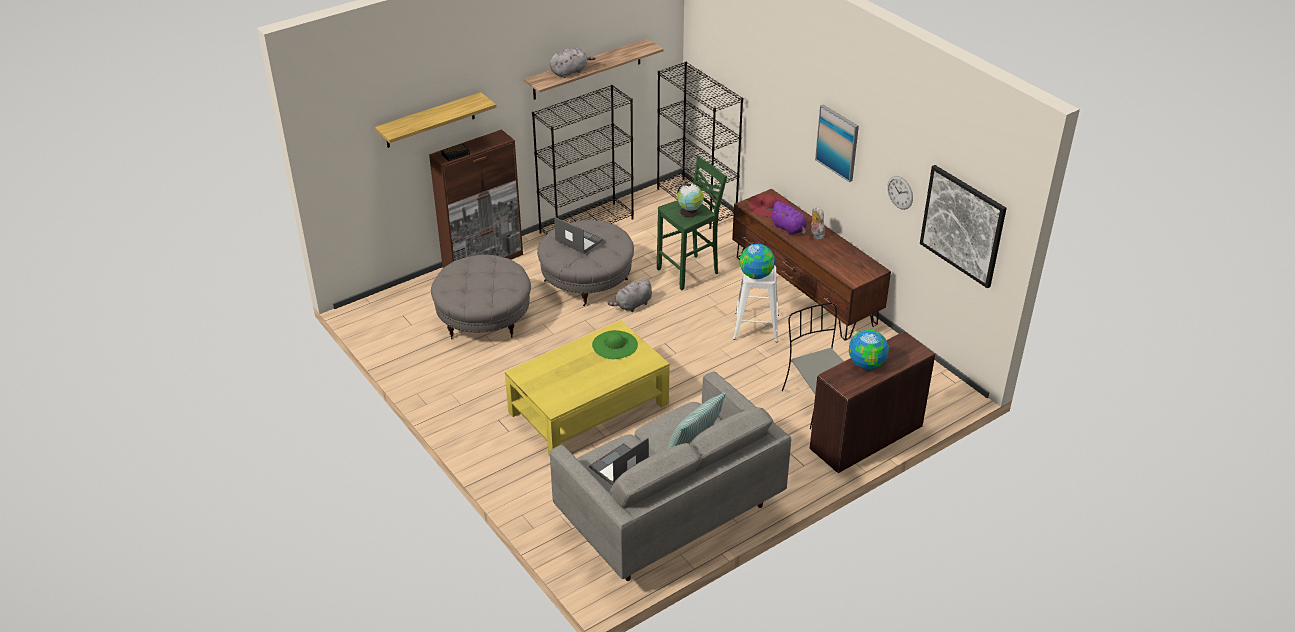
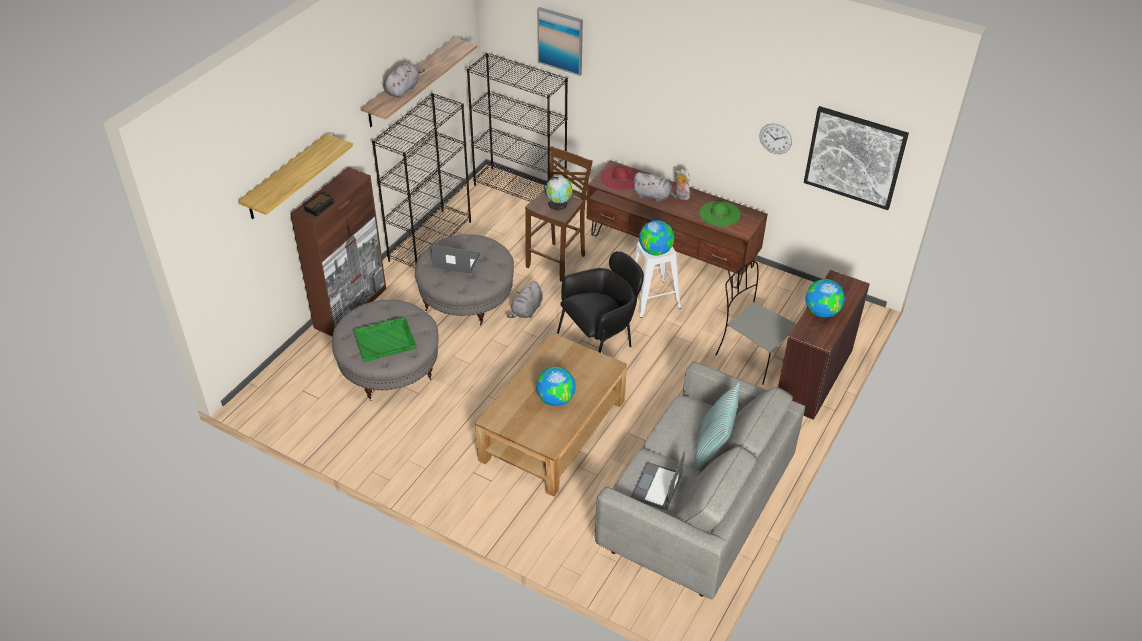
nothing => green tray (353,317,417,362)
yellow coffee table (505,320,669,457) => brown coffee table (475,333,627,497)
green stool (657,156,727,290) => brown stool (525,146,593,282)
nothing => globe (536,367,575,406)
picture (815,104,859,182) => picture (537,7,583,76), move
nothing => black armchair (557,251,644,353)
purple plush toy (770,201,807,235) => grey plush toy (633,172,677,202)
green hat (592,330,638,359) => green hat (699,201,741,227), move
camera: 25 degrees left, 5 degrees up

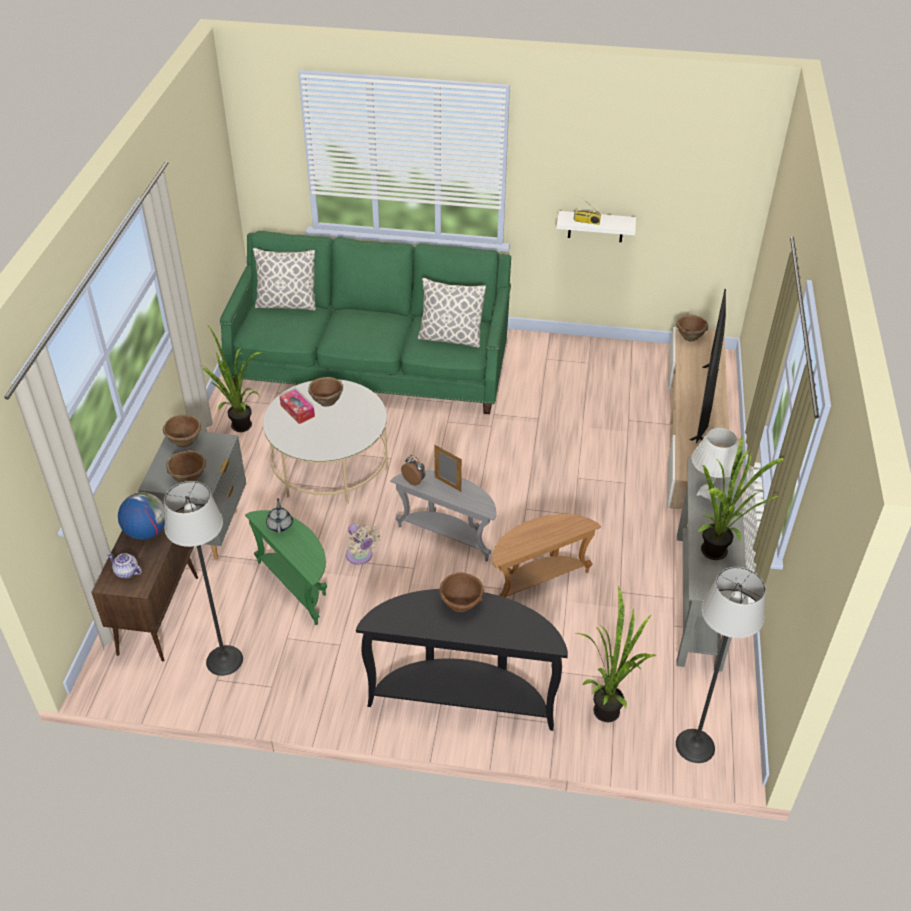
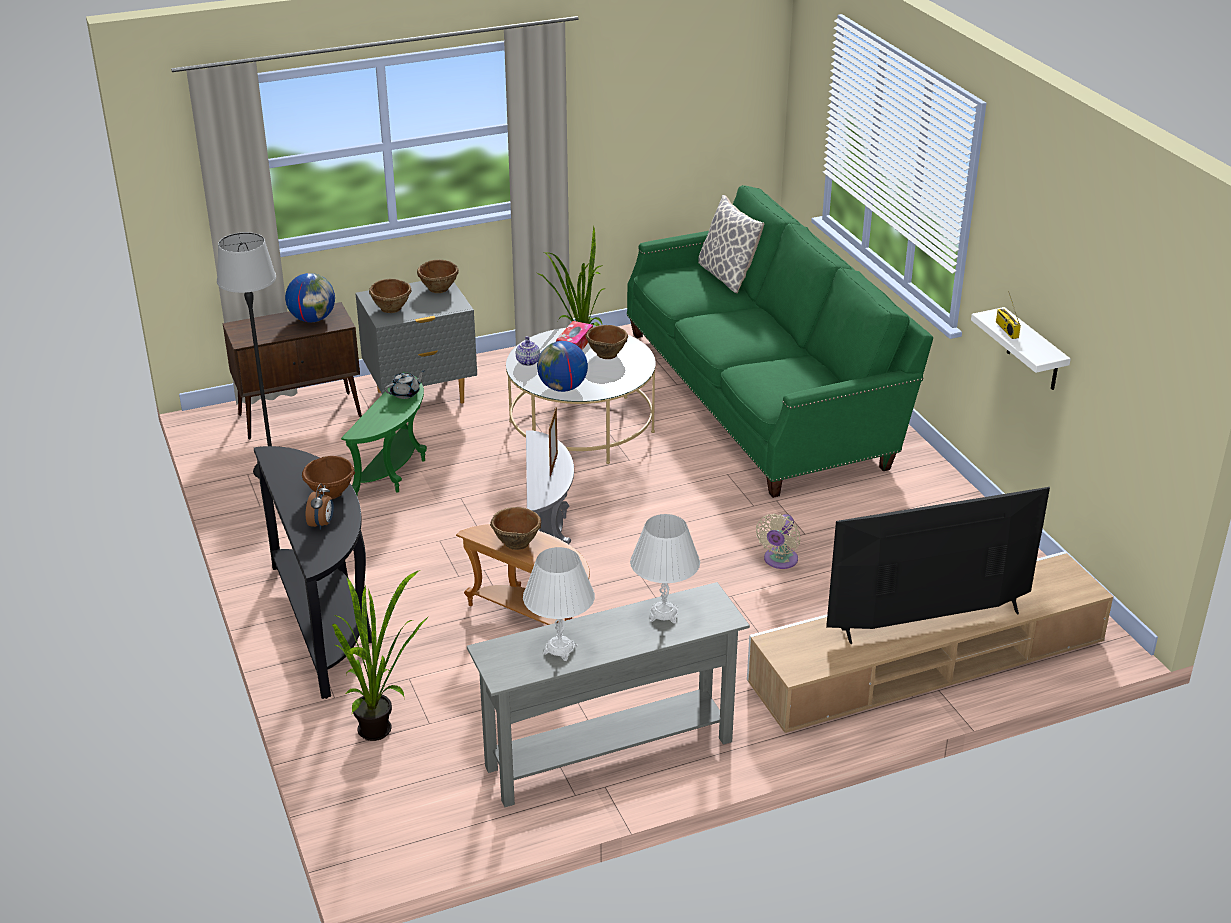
alarm clock (401,455,426,486) => alarm clock (306,483,334,530), move
brown bowl (677,315,708,341) => brown bowl (490,507,541,550), move
teapot (107,553,142,579) => teapot (516,336,540,366), move
potted plant (697,435,784,560) => white table lamp (523,547,595,661)
nothing => globe (537,341,588,392)
beige fan (346,523,380,565) => beige fan (756,514,800,569), move
pillow (417,278,486,348) => nothing
floor lamp (676,567,766,763) => nothing
camera: 60 degrees right, 10 degrees down

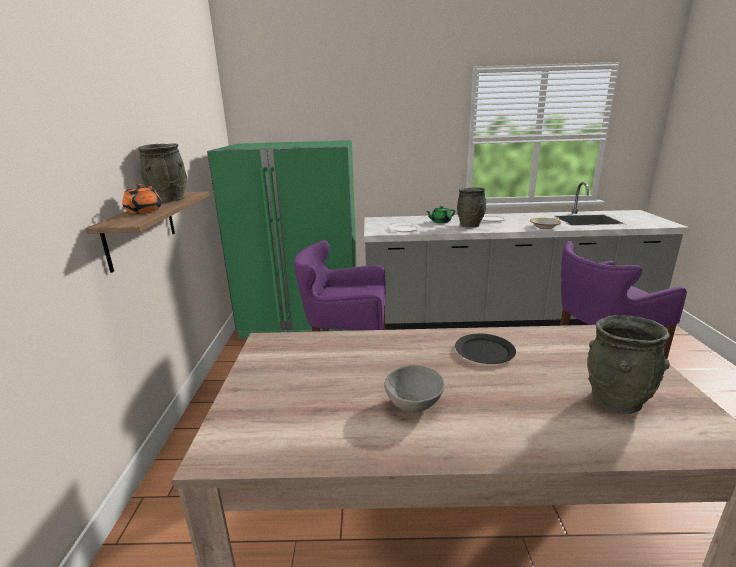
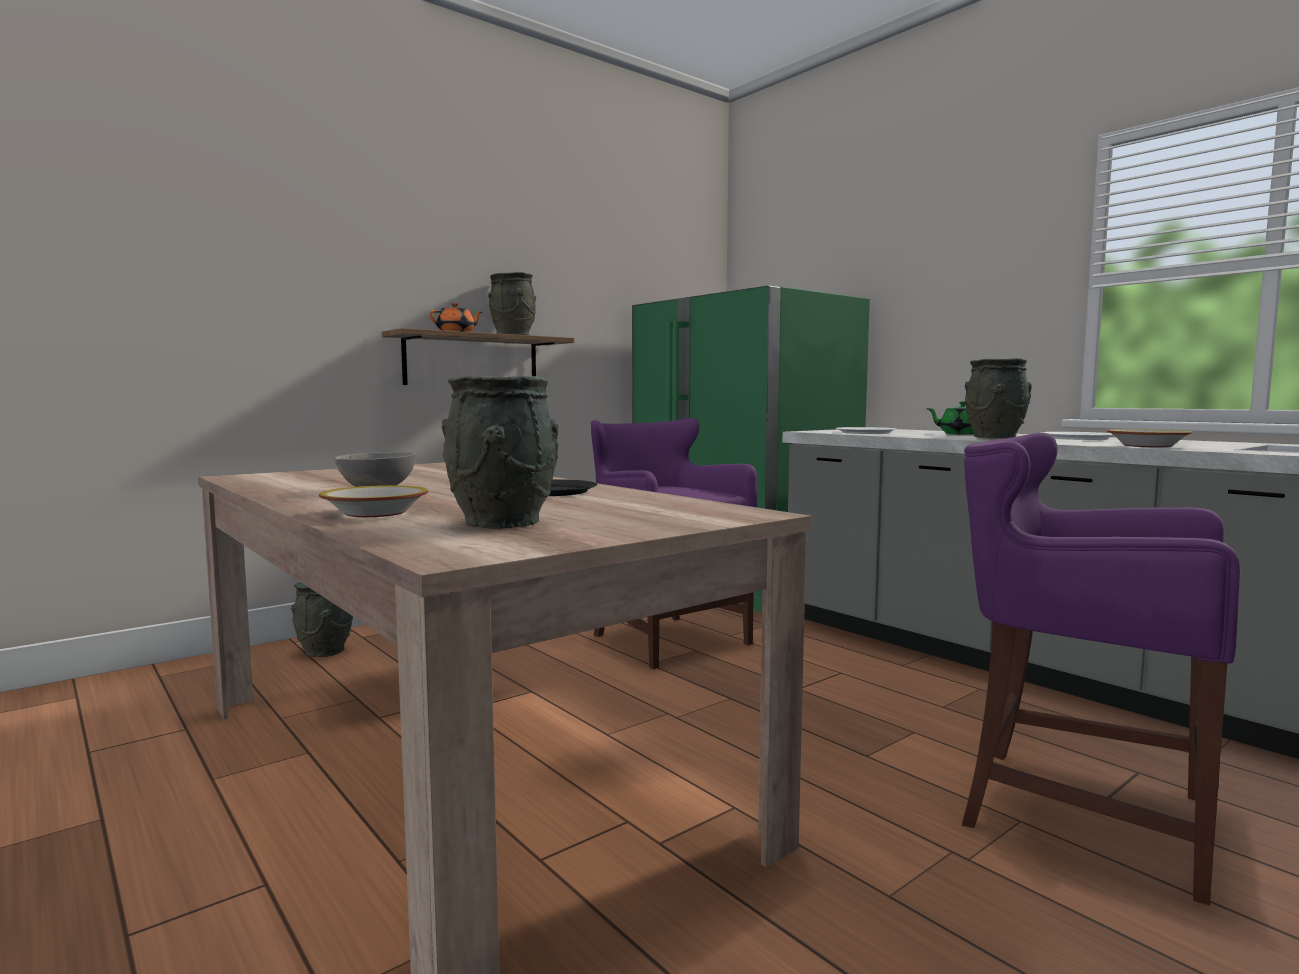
nothing => grey vase (291,582,353,657)
nothing => bowl (319,485,428,517)
camera: 50 degrees right, 15 degrees down

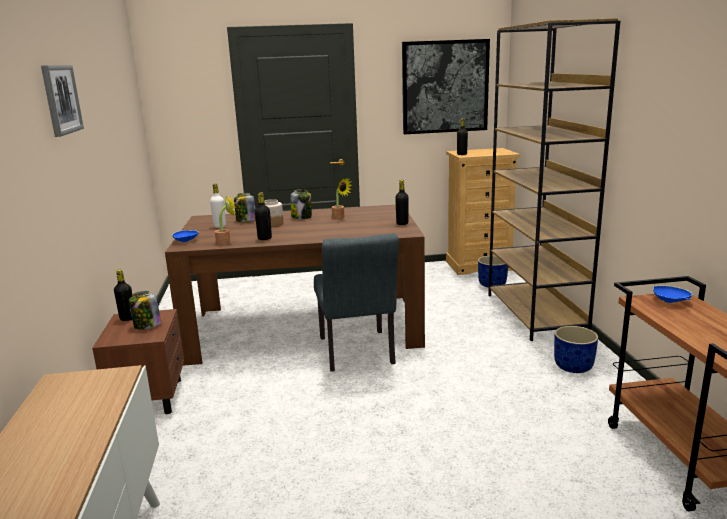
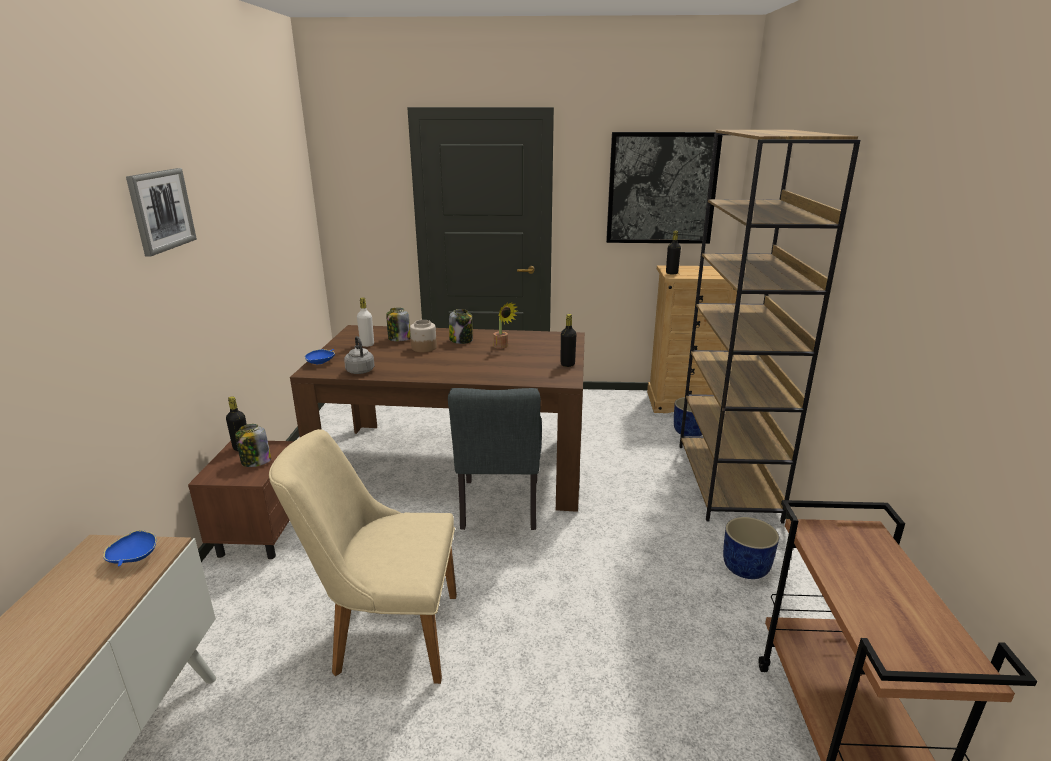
blue bowl (653,285,693,303) => blue bowl (103,530,156,566), move
nothing => beige chair (269,429,457,684)
potted plant (215,195,236,245) => grey kettle (344,336,375,374)
black bottle (255,192,272,240) => nothing
camera: 10 degrees right, 5 degrees up

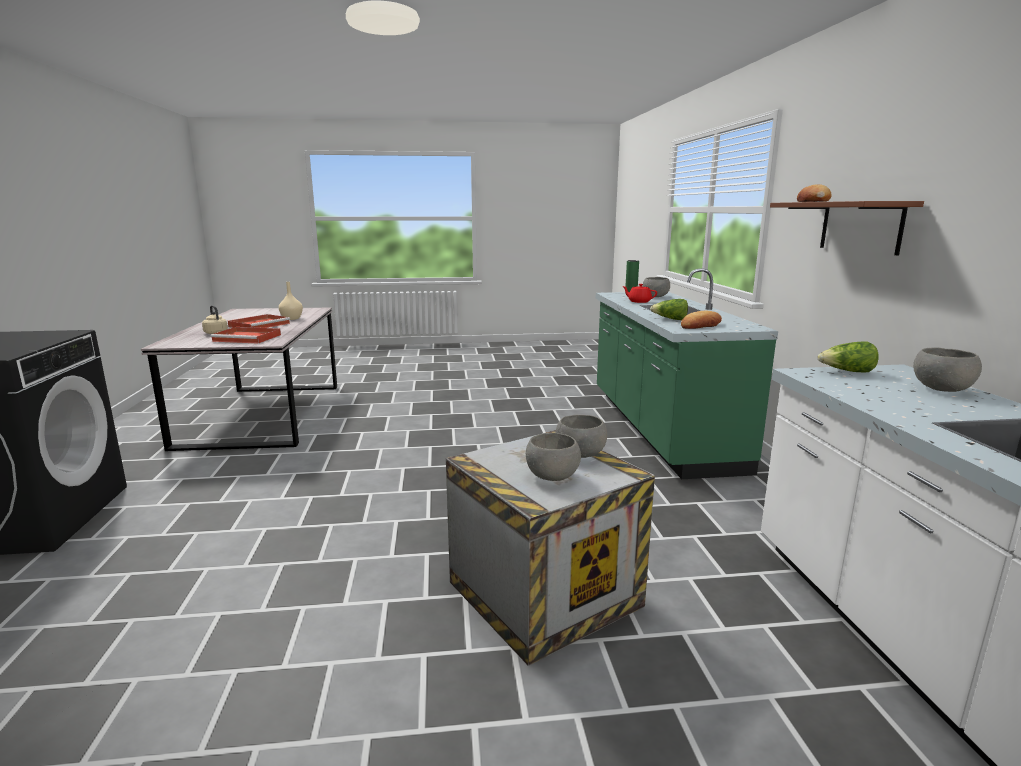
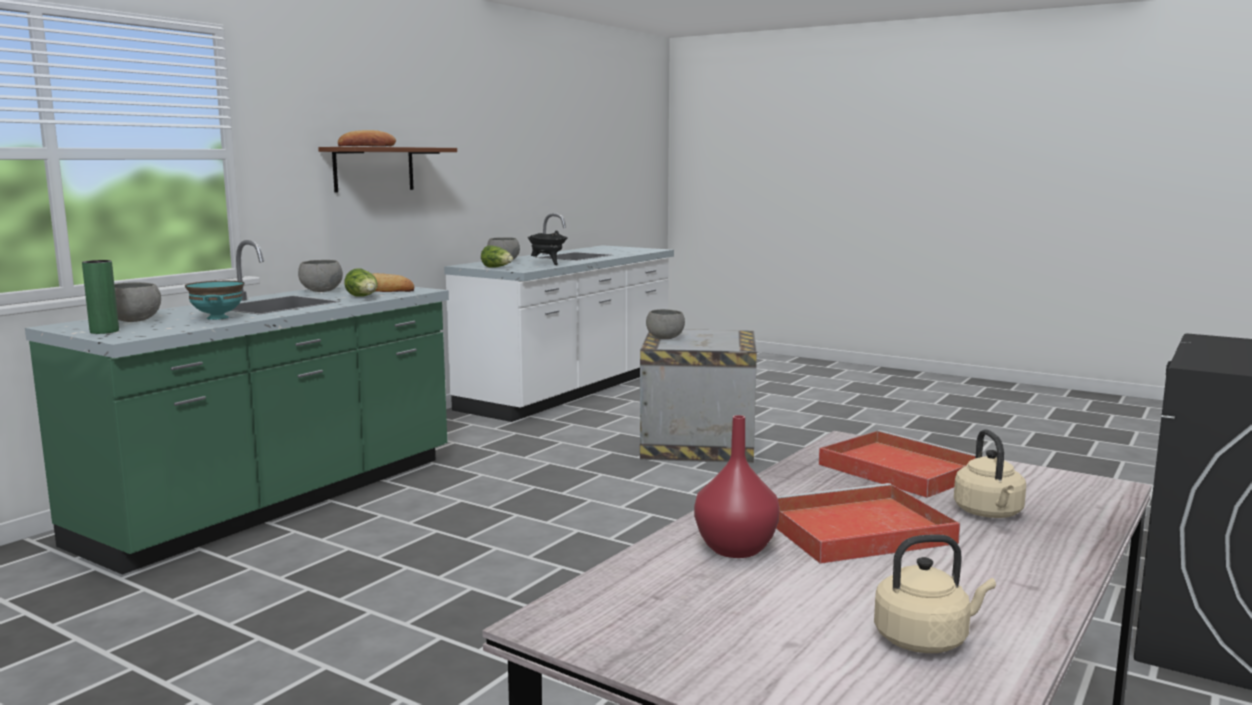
red teapot (622,284,657,303) => turquoise bowl (185,281,244,320)
grey bowl (526,433,581,481) => grey bowl (298,260,343,292), move
nothing => black cooking pot (528,231,568,265)
beige vase (279,282,303,320) => red vase (694,415,780,558)
nothing => beige kettle (874,535,996,653)
camera: 140 degrees left, 5 degrees down

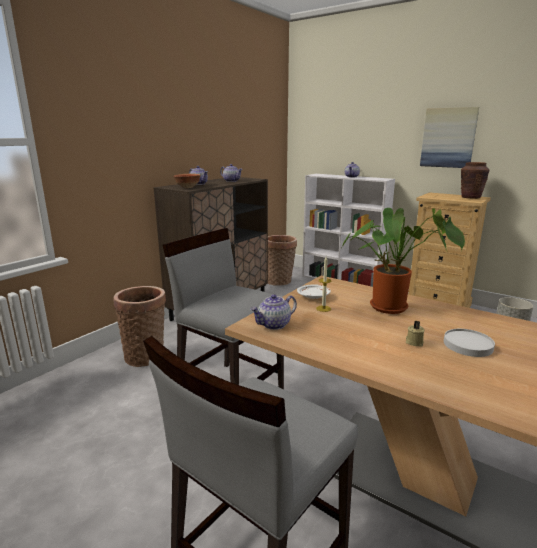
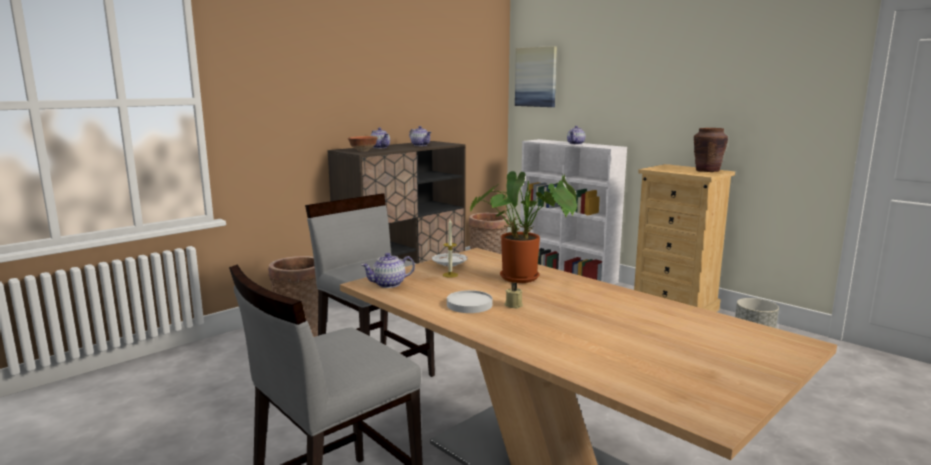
white plate (444,329,495,357) => white plate (447,290,493,313), move
picture (420,107,479,168) => picture (515,46,557,107), move
camera: 10 degrees right, 5 degrees down

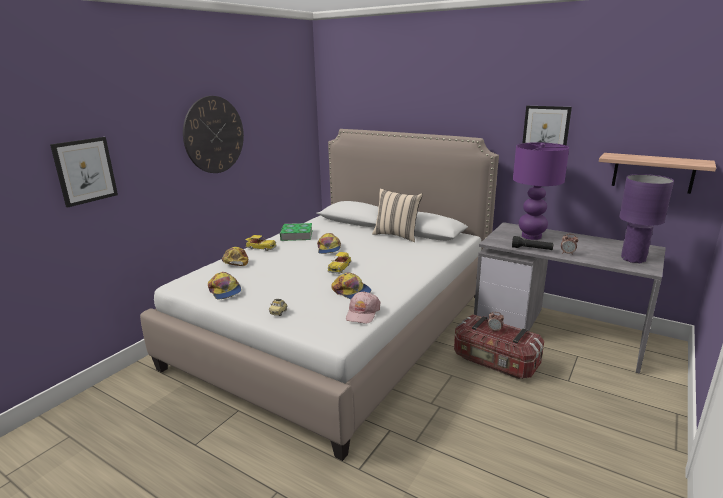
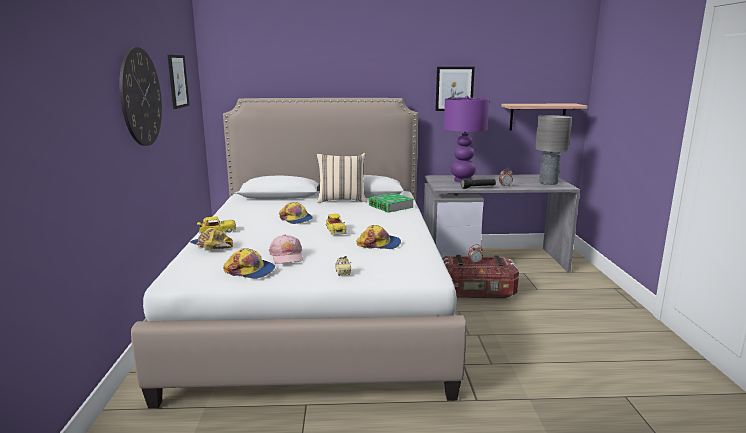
picture (50,137,118,208) => picture (168,55,190,109), move
pink cap (346,291,380,324) => pink cap (269,234,303,264), move
book (280,223,313,241) => book (369,193,414,213), move
purple table lamp (619,174,674,263) => grey table lamp (535,115,572,185)
camera: 35 degrees left, 5 degrees down

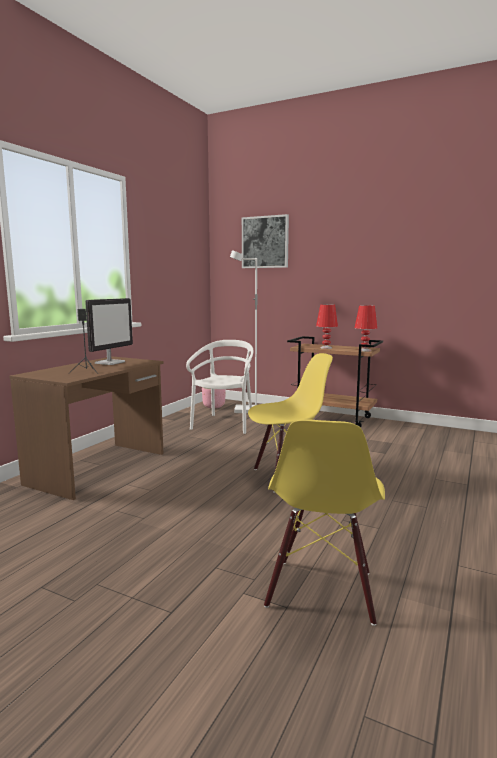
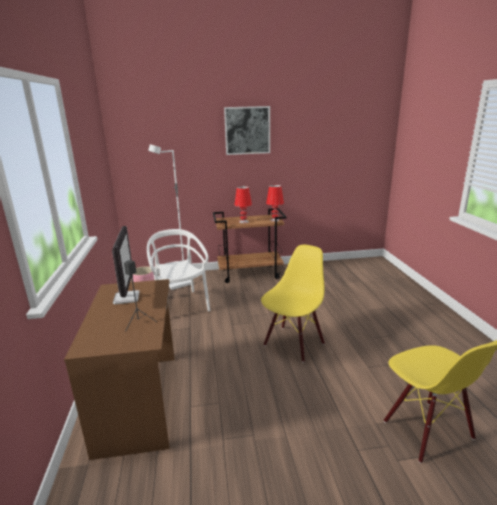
picture (242,214,289,268) => picture (224,106,270,155), move
camera: 35 degrees left, 10 degrees up

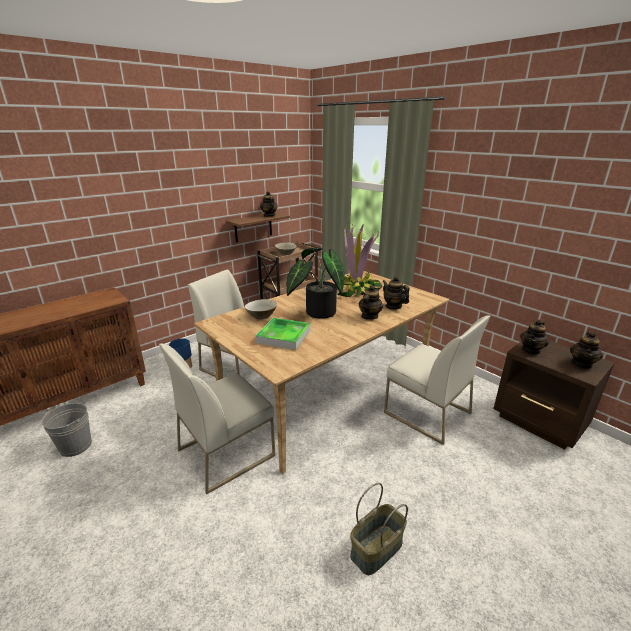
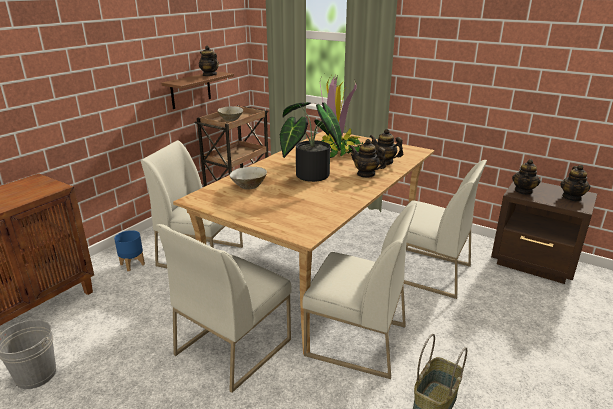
nothing => white chair (303,204,417,379)
teapot (359,285,383,320) => teapot (350,139,387,178), 75 degrees counterclockwise
tray (255,318,311,350) => nothing
camera: 15 degrees left, 0 degrees up

